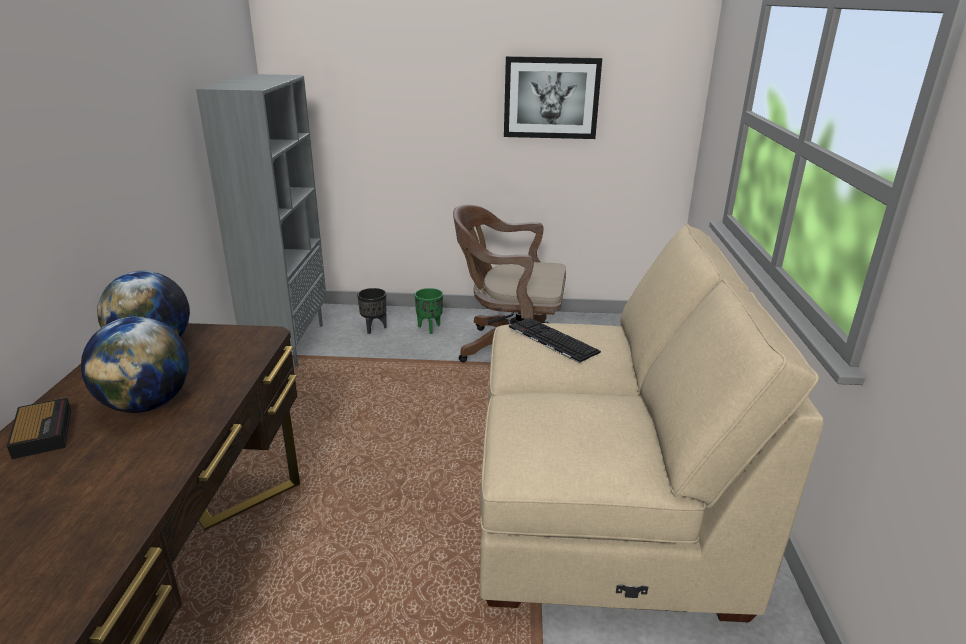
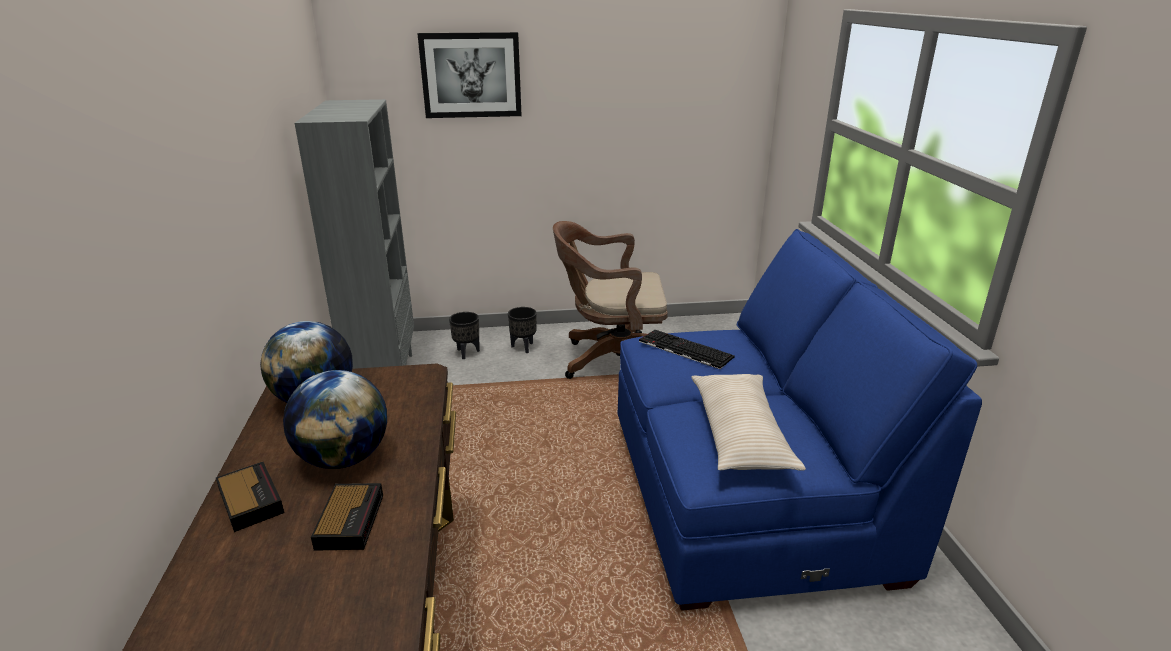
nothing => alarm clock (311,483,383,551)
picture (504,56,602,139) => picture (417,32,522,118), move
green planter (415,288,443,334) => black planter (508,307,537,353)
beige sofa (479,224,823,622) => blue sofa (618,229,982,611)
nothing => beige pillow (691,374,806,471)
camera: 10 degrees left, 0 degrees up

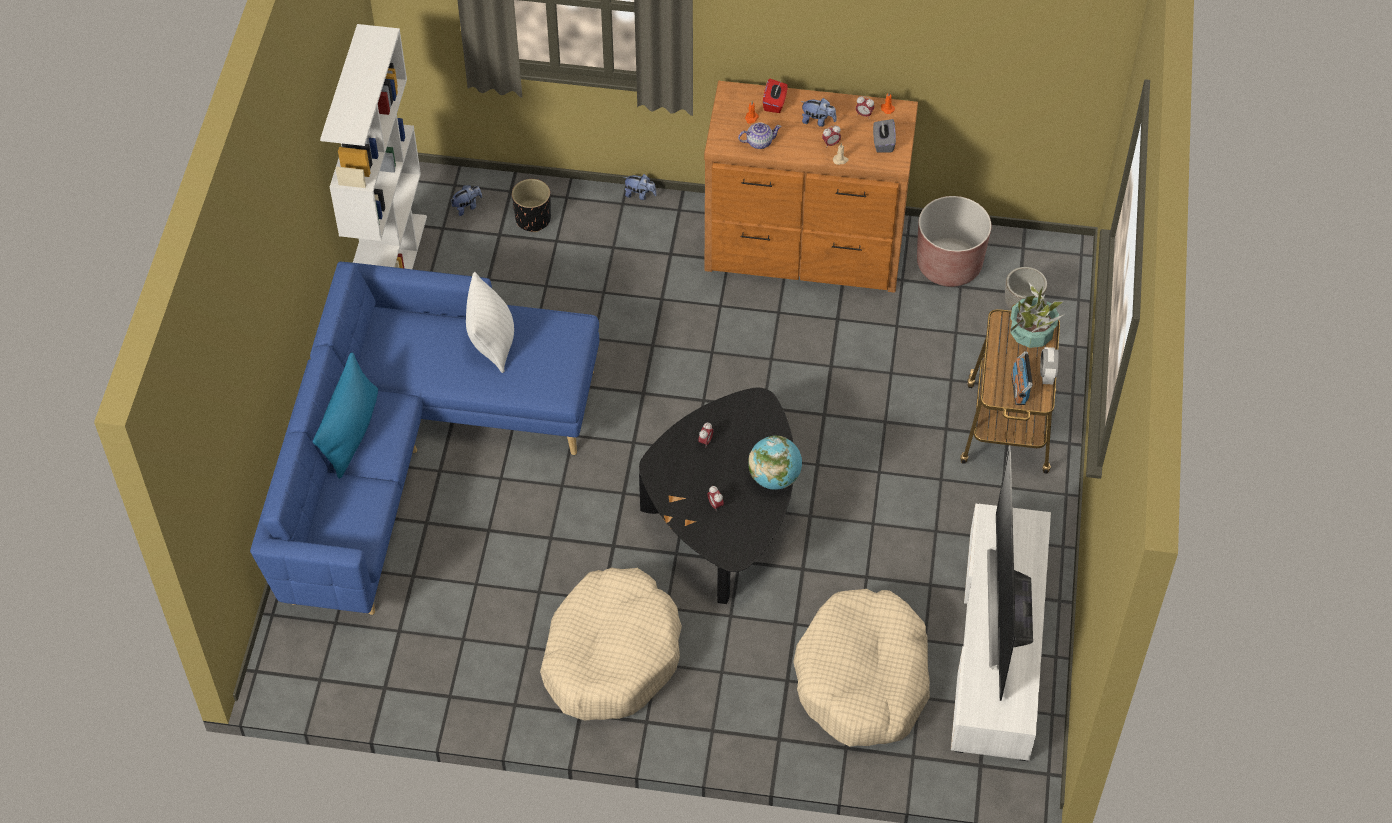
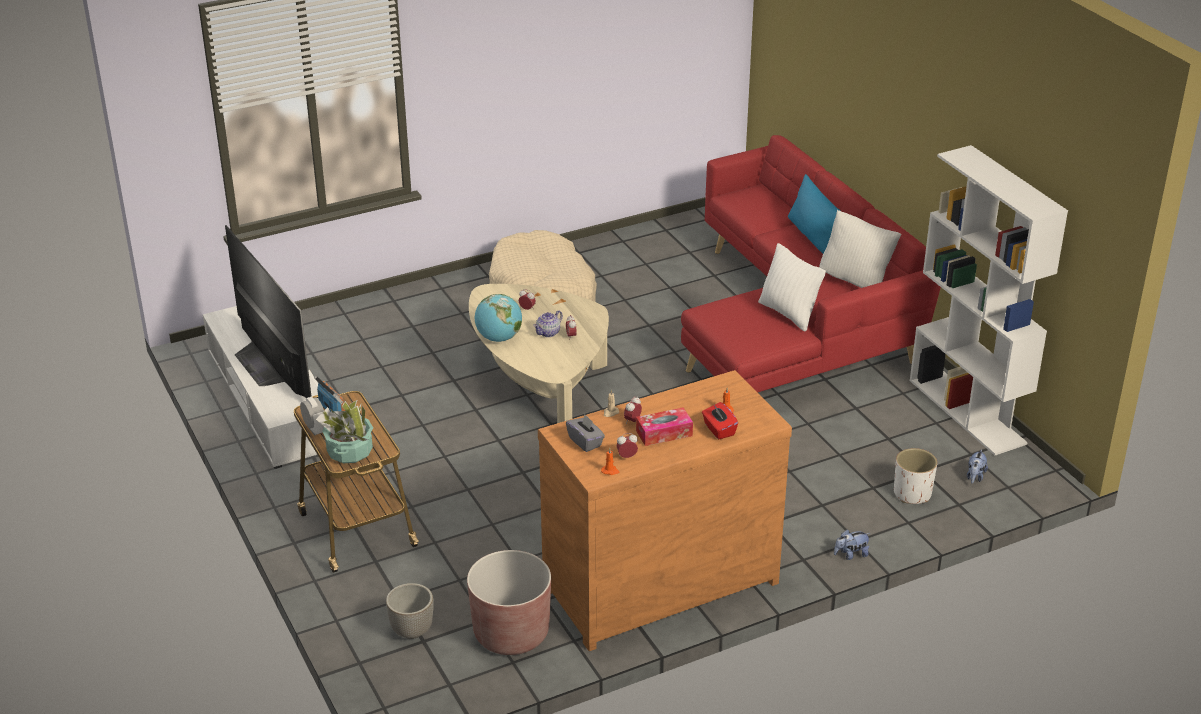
black coffee table (639,387,793,604) => beige coffee table (469,284,609,423)
teapot (738,122,782,149) => teapot (533,310,563,337), move
plush toy (801,98,837,127) => tissue box (636,407,693,446)
blue sofa (250,262,599,615) => red sofa (681,135,941,392)
nothing => white pillow (819,210,902,288)
black planter (512,179,551,232) => white planter (894,448,937,504)
beige dog bed (793,589,930,747) => nothing
camera: 145 degrees right, 20 degrees down

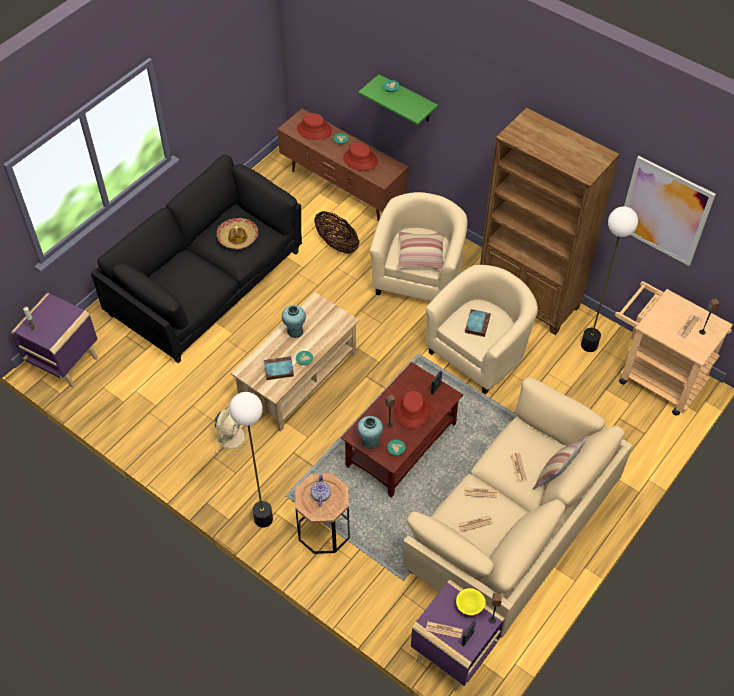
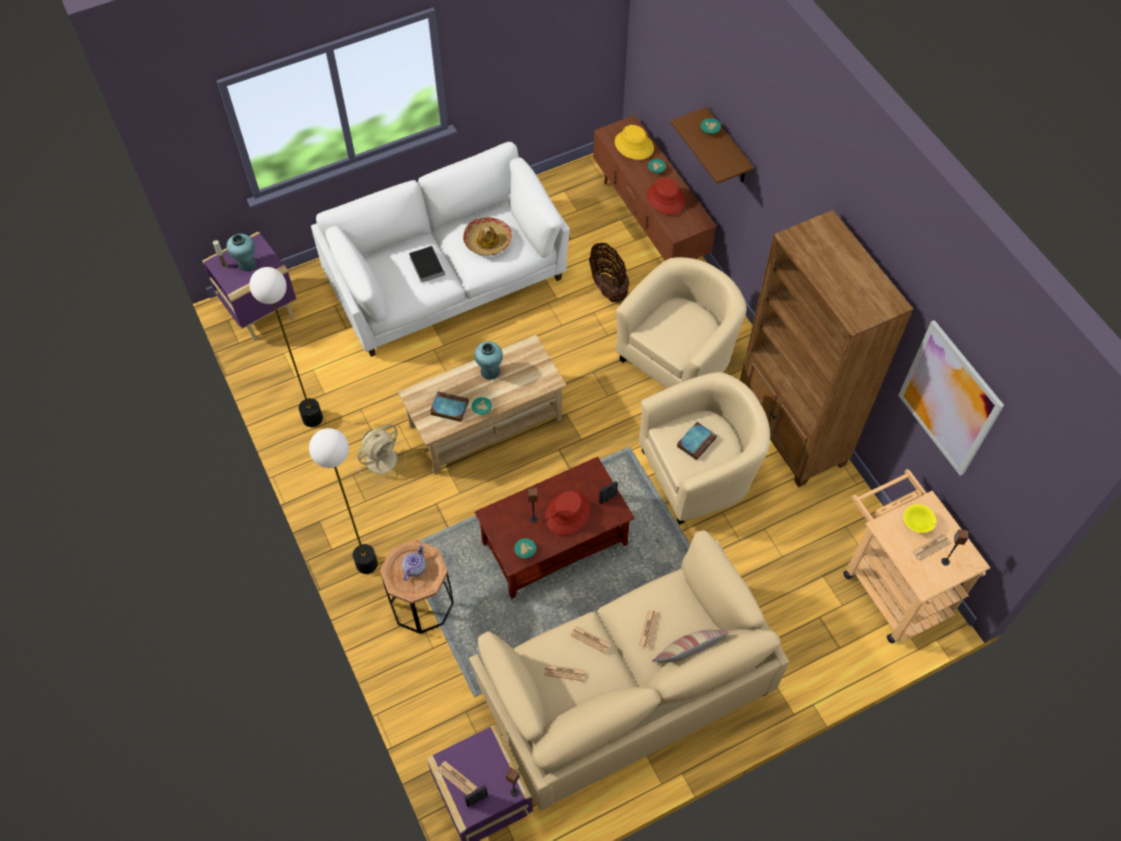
turquoise vase (357,416,383,449) => turquoise vase (226,234,257,271), move
floor lamp (581,206,638,352) => floor lamp (249,267,323,427), move
black sofa (91,155,302,363) => white sofa (311,142,570,357)
nothing => book (409,246,445,283)
red hat (297,113,332,140) => yellow hat (615,125,654,160)
green shelf (358,74,438,125) => brown shelf (671,107,754,184)
yellow bowl (456,588,486,615) => yellow bowl (903,504,936,533), move
pillow (398,232,445,269) => nothing
camera: 25 degrees right, 5 degrees up

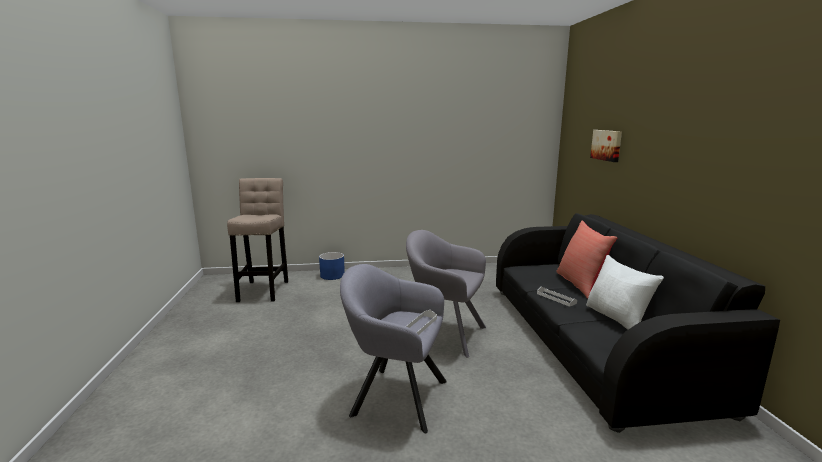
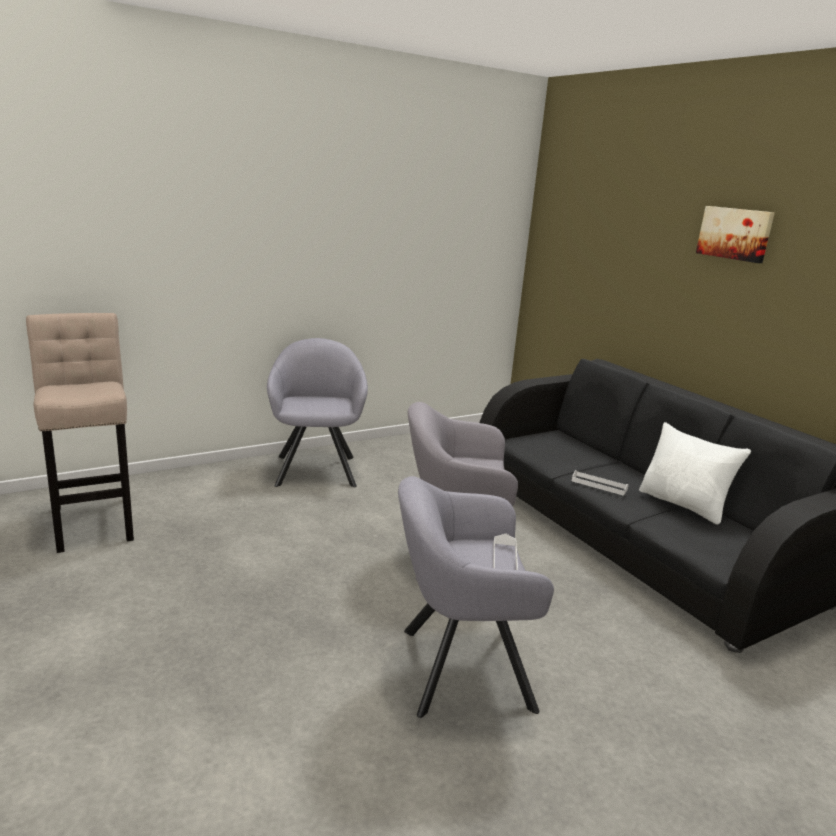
nothing => grey armchair (267,338,368,487)
picture (590,130,622,162) => picture (696,206,775,263), move
blue planter (319,252,345,280) => nothing
red pillow (556,220,617,299) => nothing
camera: 25 degrees left, 5 degrees up

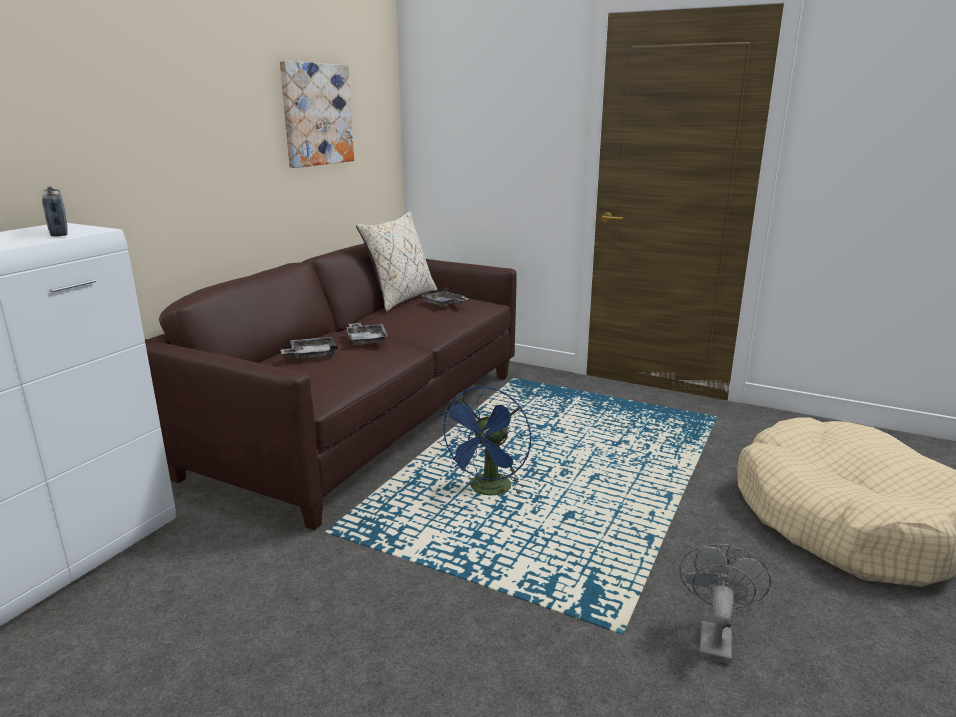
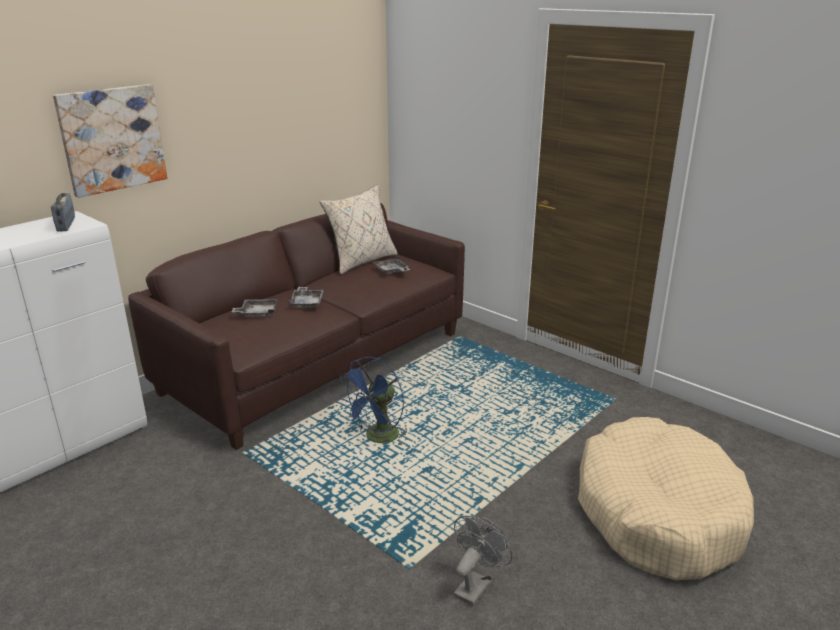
picture (280,61,354,168) => picture (53,84,167,198), move
camera: 15 degrees right, 5 degrees up

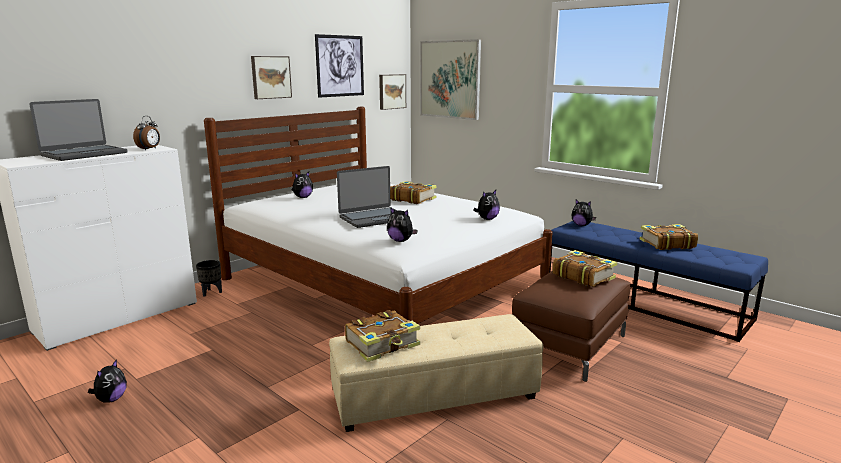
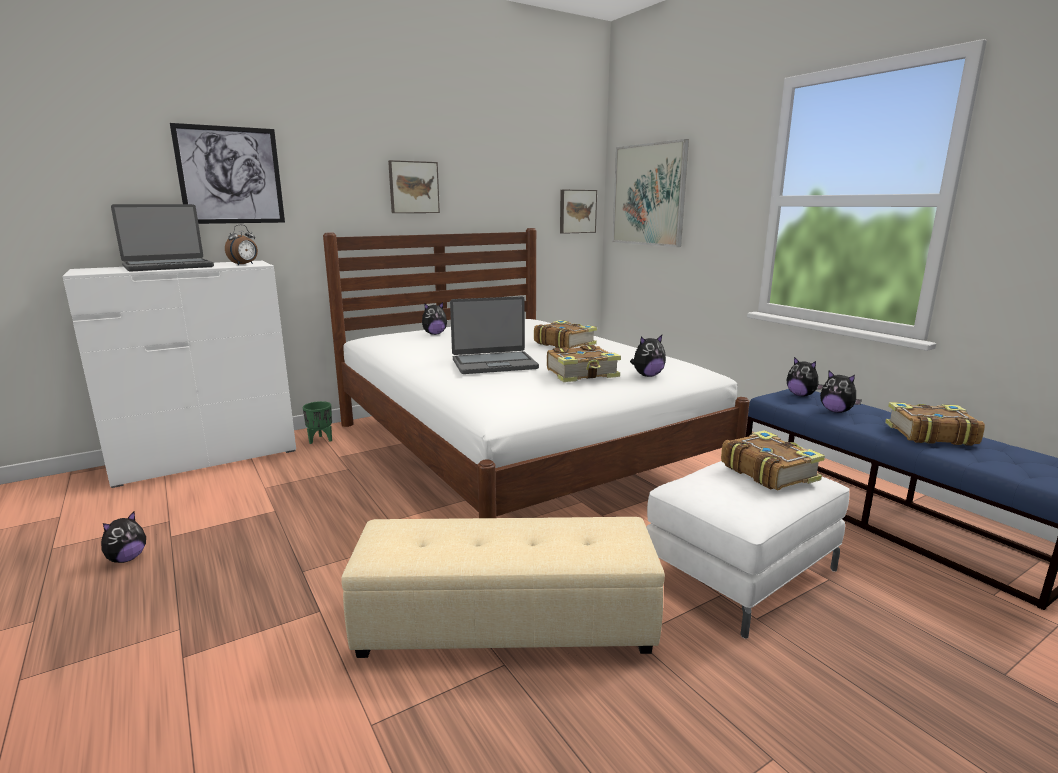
picture (315,34,364,98) => picture (170,123,285,224), move
black planter (196,260,222,297) => green planter (303,401,332,444)
book (345,310,420,362) => book (547,345,621,382), move
brown ottoman (512,270,630,382) => white ottoman (646,461,850,639)
plush toy (387,208,418,242) => plush toy (820,370,862,413), move
camera: 15 degrees right, 0 degrees up

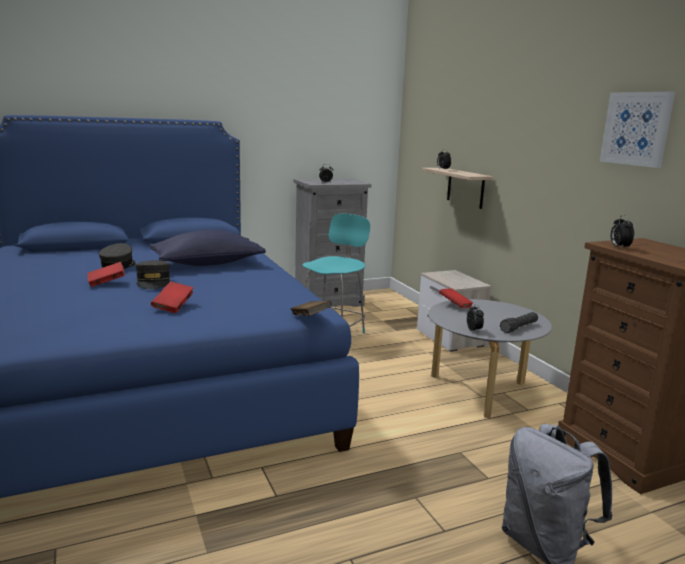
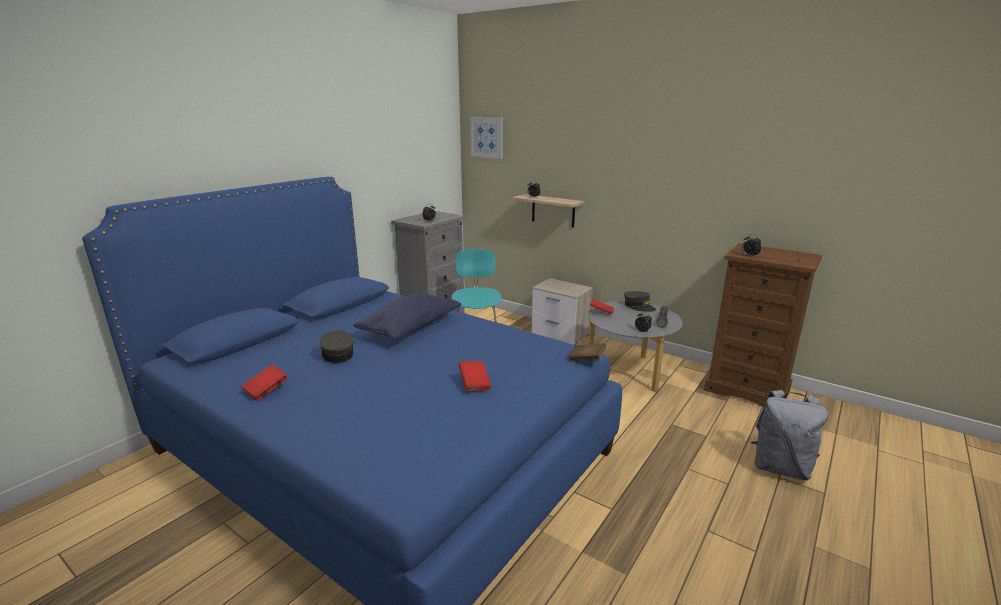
red book (87,262,125,287) => red book (241,364,288,401), move
picture (600,92,675,168) => picture (470,117,503,159), move
grey cap (135,260,170,289) => grey cap (624,291,656,312), move
camera: 30 degrees left, 5 degrees up

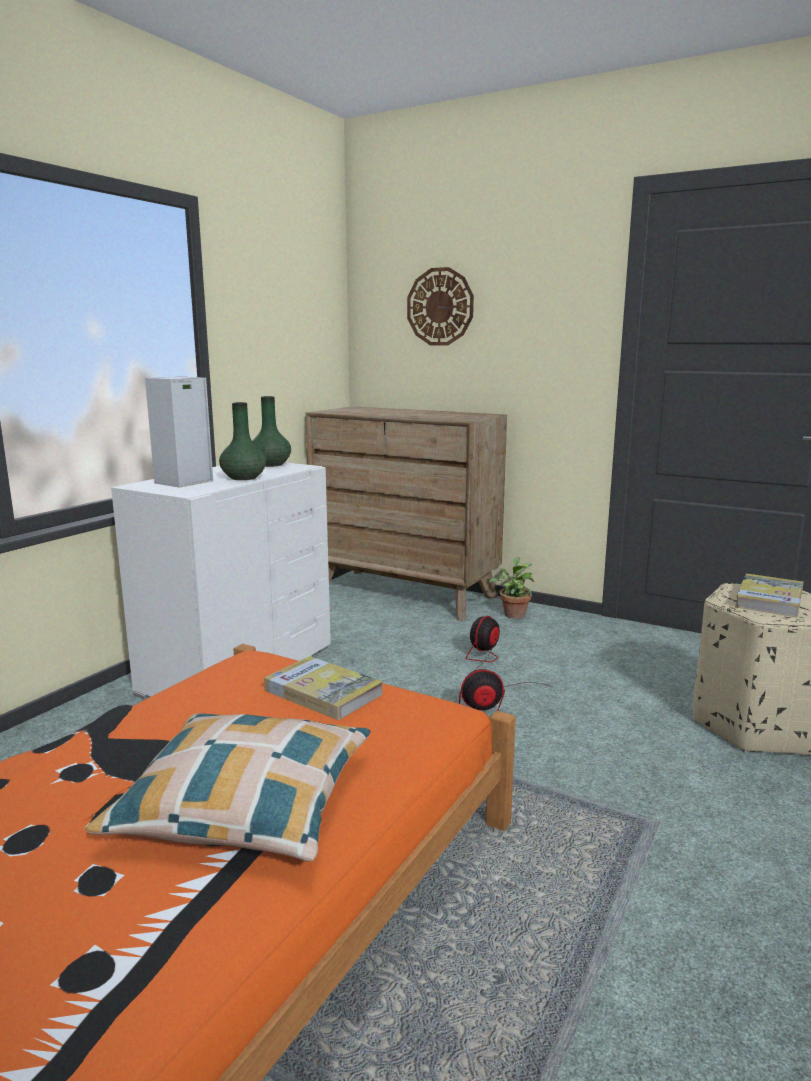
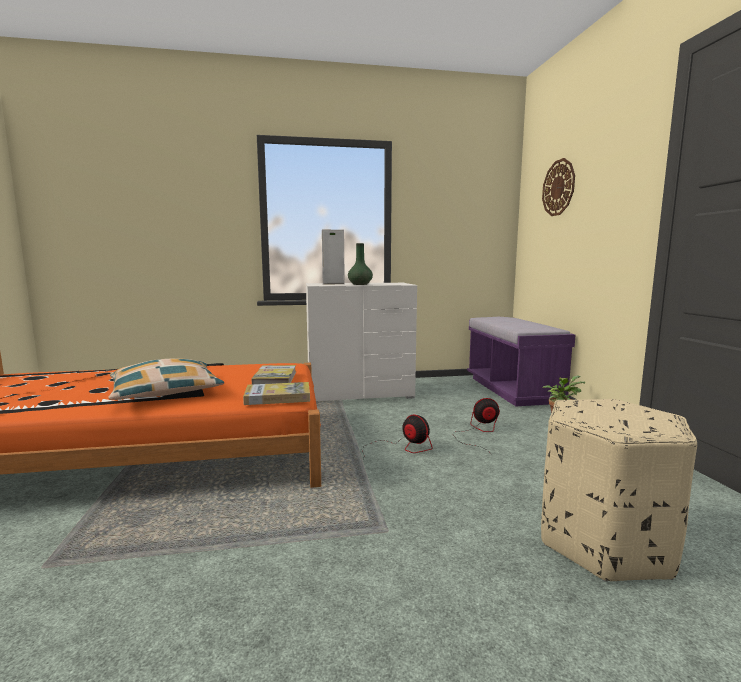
book (735,574,804,617) => book (243,382,310,405), move
brown dresser (305,406,507,621) => purple bench (467,317,575,406)
green vase (252,396,291,467) => nothing
camera: 50 degrees right, 5 degrees down

